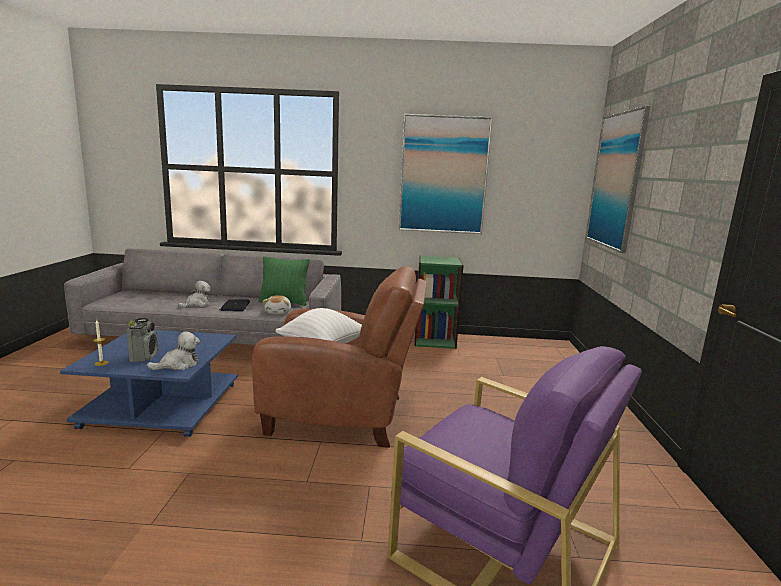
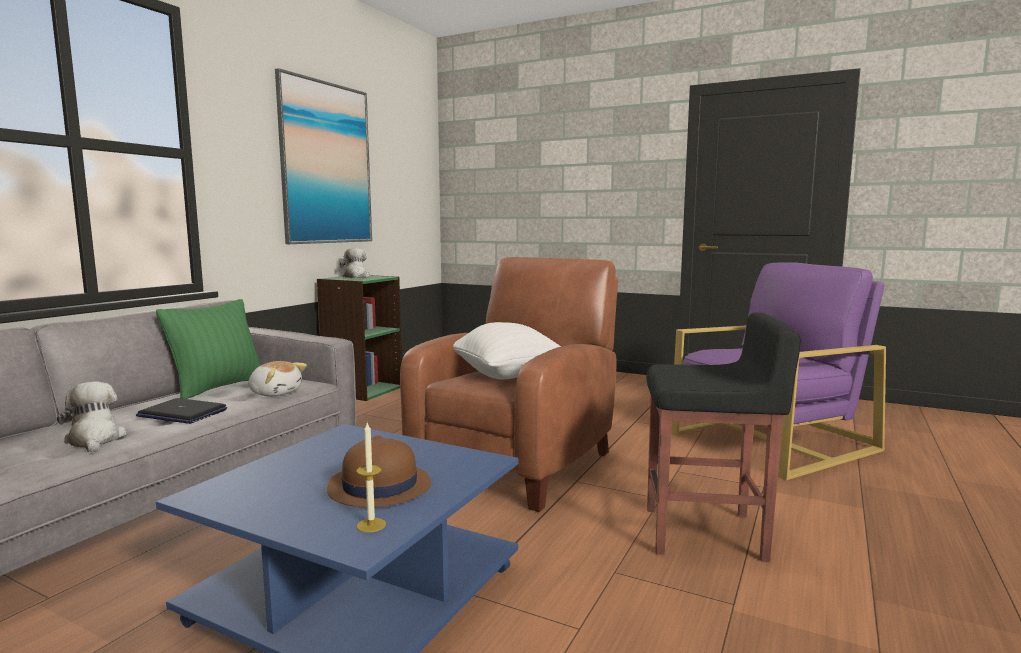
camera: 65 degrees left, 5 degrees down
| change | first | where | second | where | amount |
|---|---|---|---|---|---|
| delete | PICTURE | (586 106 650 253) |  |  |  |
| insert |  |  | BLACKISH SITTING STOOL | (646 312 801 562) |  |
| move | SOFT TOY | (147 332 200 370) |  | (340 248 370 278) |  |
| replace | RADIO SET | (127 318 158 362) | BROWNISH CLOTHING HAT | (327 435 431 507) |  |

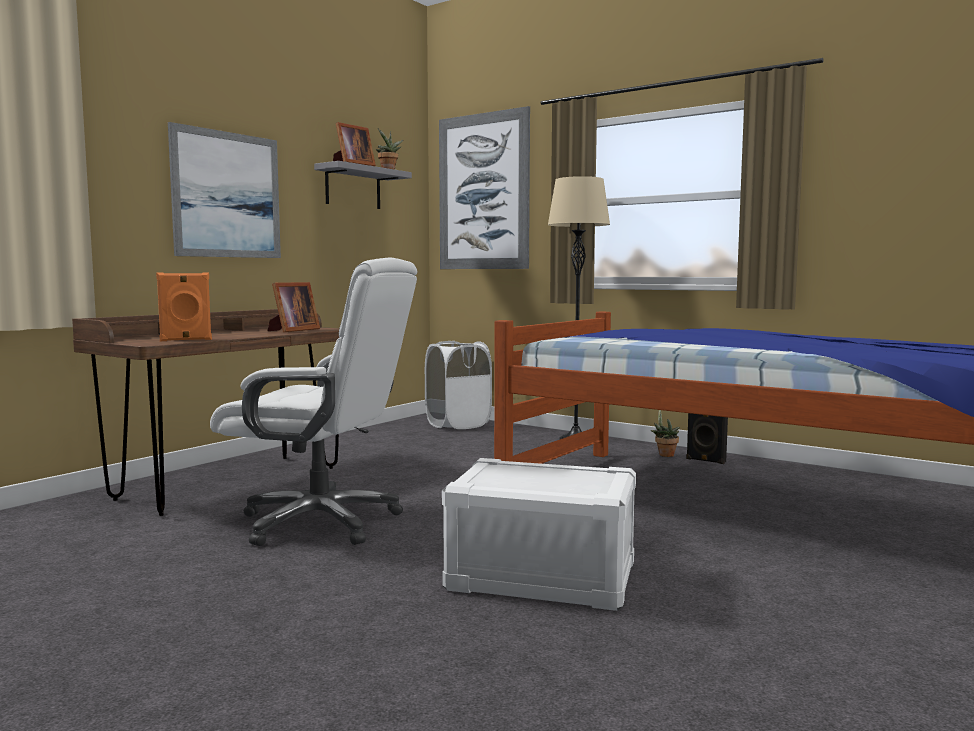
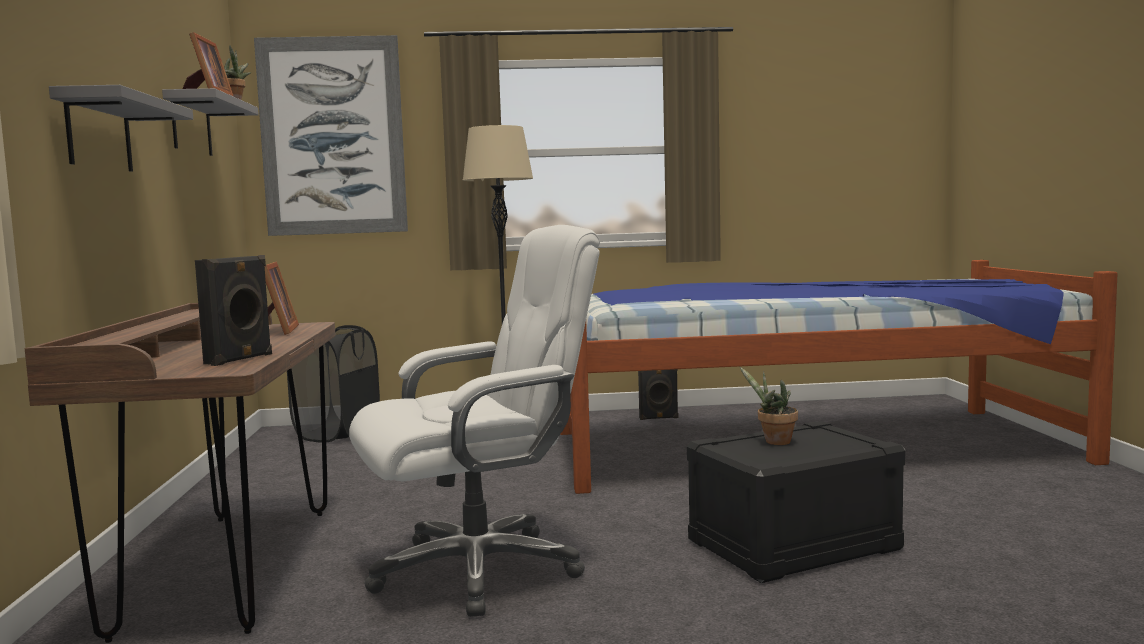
camera: 40 degrees left, 0 degrees up
| change | first | where | second | where | amount |
|---|---|---|---|---|---|
| move | PLANT IN A POT | (651 410 680 457) |  | (740 367 798 445) |  |
| replace | PICTURE | (168 122 281 258) | GRAY WALL SHELF | (49 85 193 172) |  |
| recolor | ORANGE LOUDSPEAKER | (156 273 212 341) | BLACKISH LOUDSPEAKER | (195 255 272 366) |  |
| recolor | WHITE HAMPER | (425 341 492 429) | BLACKISH HAMPER | (287 325 380 442) |  |
| recolor | WHITE STORAGE CONTAINER | (442 458 636 611) | BLACKISH STORAGE CONTAINER | (687 421 905 583) |  |

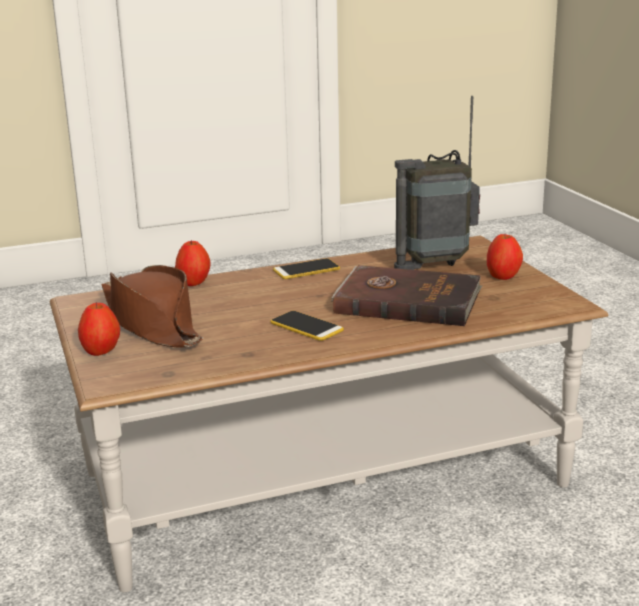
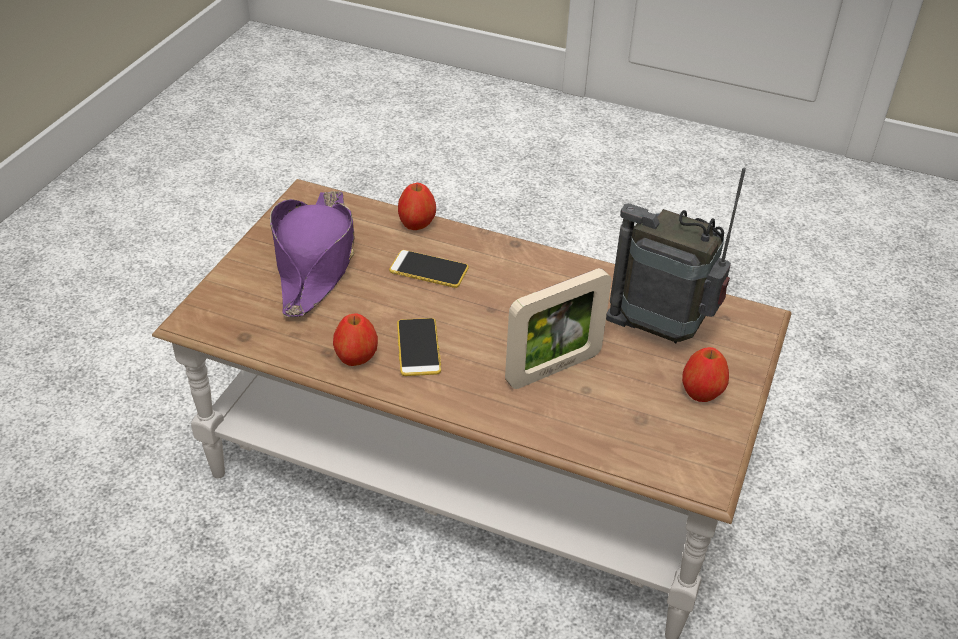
camera: 40 degrees right, 20 degrees up
| change | first | where | second | where | amount |
|---|---|---|---|---|---|
| move | APPLE FRUIT | (78 302 120 356) |  | (333 313 378 366) |  |
| move | HANDSET | (273 258 340 279) |  | (389 250 469 288) |  |
| replace | BROWNISH BOOK | (331 265 482 326) | PHOTO FRAME | (505 268 611 389) |  |
| recolor | BROWNISH CLOTHING HAT | (101 265 203 348) | PURPLE-COLOURED CLOTHING HAT | (270 190 354 317) |  |

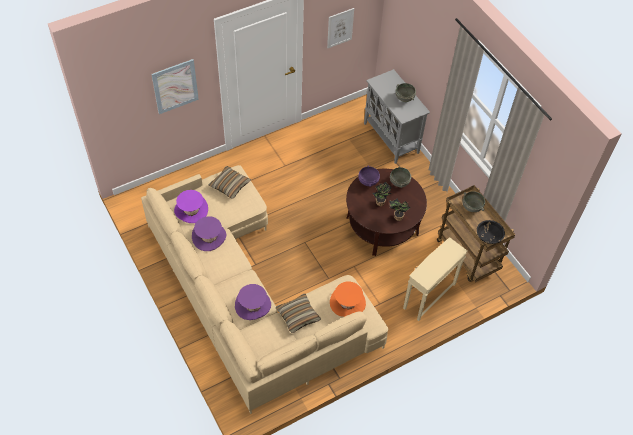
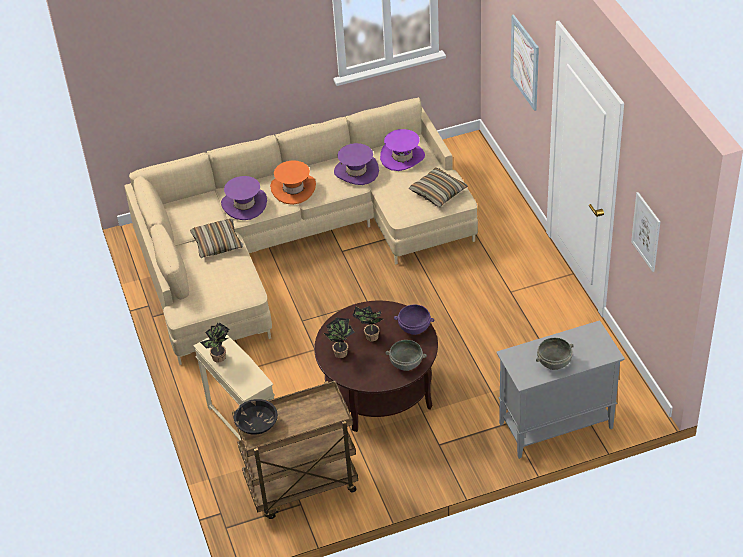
camera: 105 degrees right, 10 degrees down
| change | first | where | second | where | amount |
|---|---|---|---|---|---|
| delete | GRAY BOWL | (462 191 485 212) |  |  |  |
| insert |  |  | PLANT IN A POT | (200 322 230 362) |  |
| move | ORANGE CLOTHING HAT | (330 282 366 317) |  | (270 160 316 205) |  |

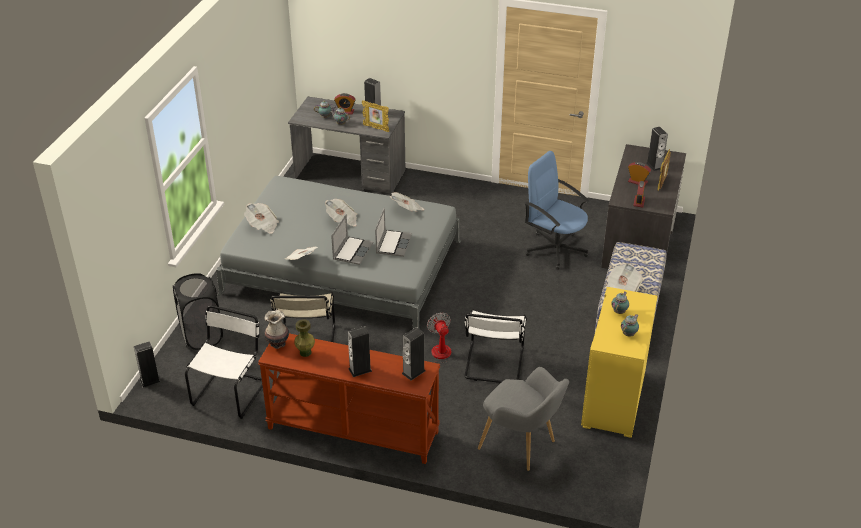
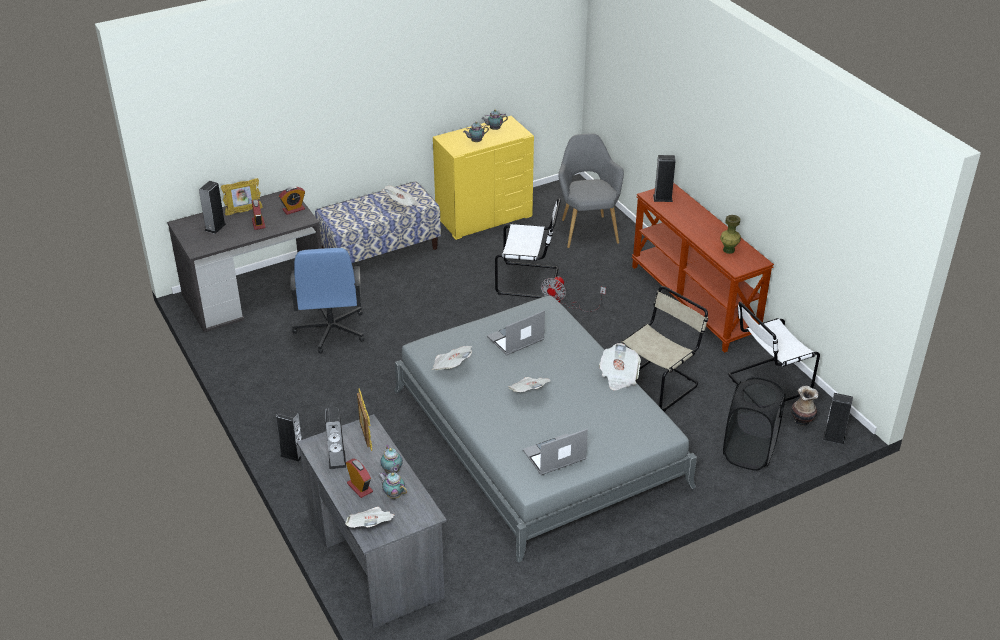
camera: 135 degrees left, 0 degrees up
| change | first | where | second | where | amount |
|---|---|---|---|---|---|
| move | NEWSPAPER | (244 203 279 234) |  | (345 507 394 528) |  |
| move | DECORATIVE VASE | (264 310 289 349) |  | (791 386 819 426) |  |
| move | PORTABLE COMPUTER | (331 214 373 265) |  | (523 429 588 475) |  |
| move | LOUDSPEAKER | (348 326 372 377) |  | (276 409 302 461) |  |
| rotate | WHITE CHAIR | (464 309 527 383) |  | (495 198 561 298) | 45 degrees clockwise |

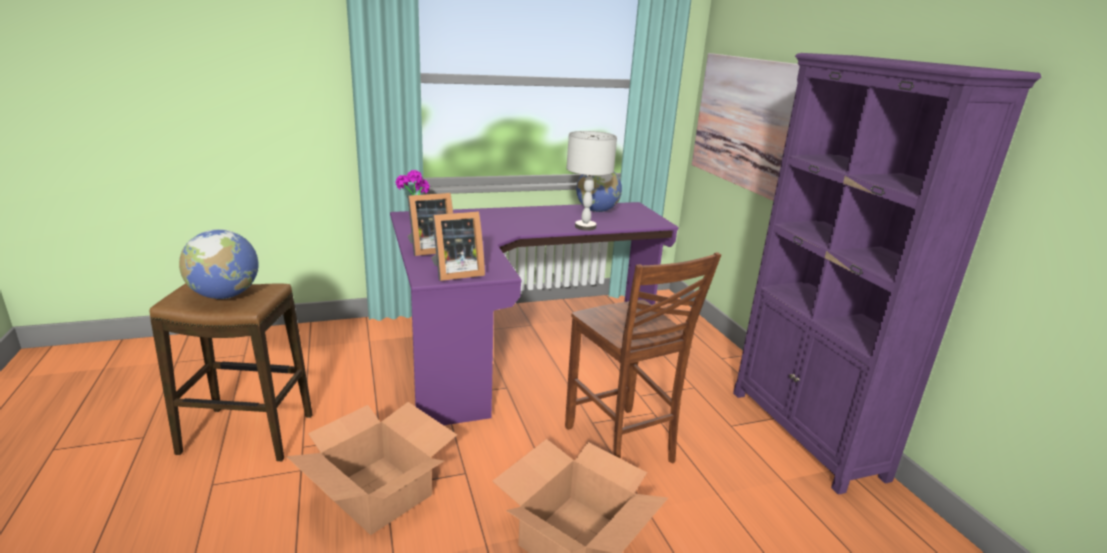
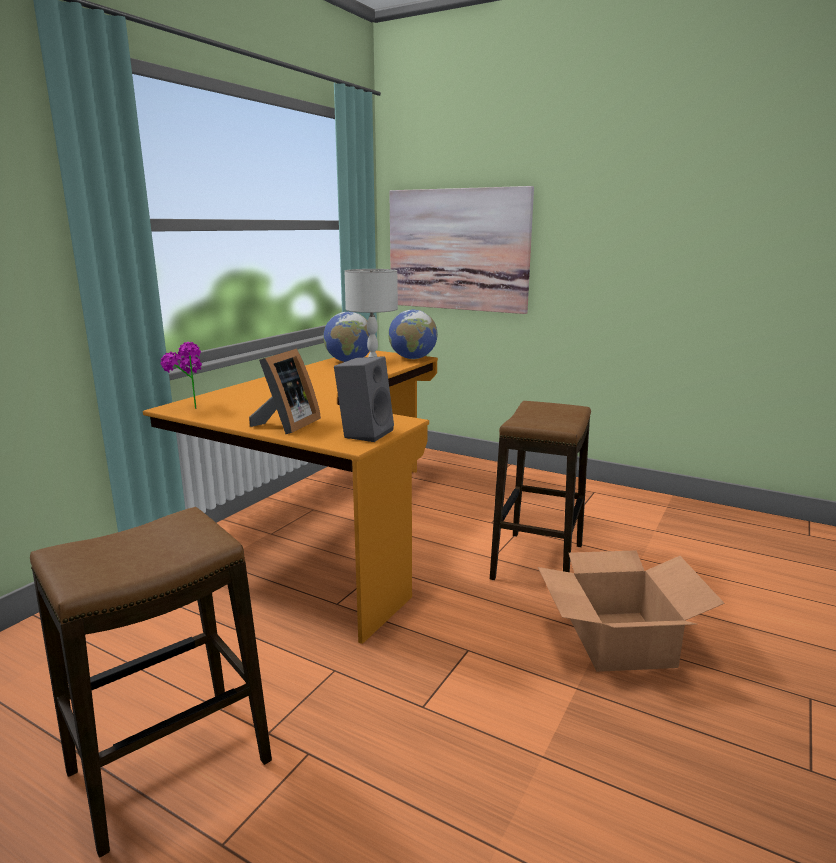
camera: 40 degrees left, 5 degrees down
| change | first | where | second | where | amount |
|---|---|---|---|---|---|
| delete | CARDBOARD BOX | (286 402 457 535) |  |  |  |
| delete | PURPLE-COLOURED SHELVING UNIT | (733 53 1041 495) |  |  |  |
| move | DESK GLOBE | (179 229 258 299) |  | (388 310 438 359) |  |
| replace | PHOTO FRAME | (431 212 485 281) | GRAY LOUDSPEAKER | (334 356 394 442) |  |
| replace | BROWNISH CHAIR | (565 252 721 464) | SITTING STOOL | (490 401 591 580) |  |
| recolor | PURPLE-COLOURED DESK UNIT | (390 202 679 425) | ORANGE DESK UNIT | (143 351 438 644) |  |

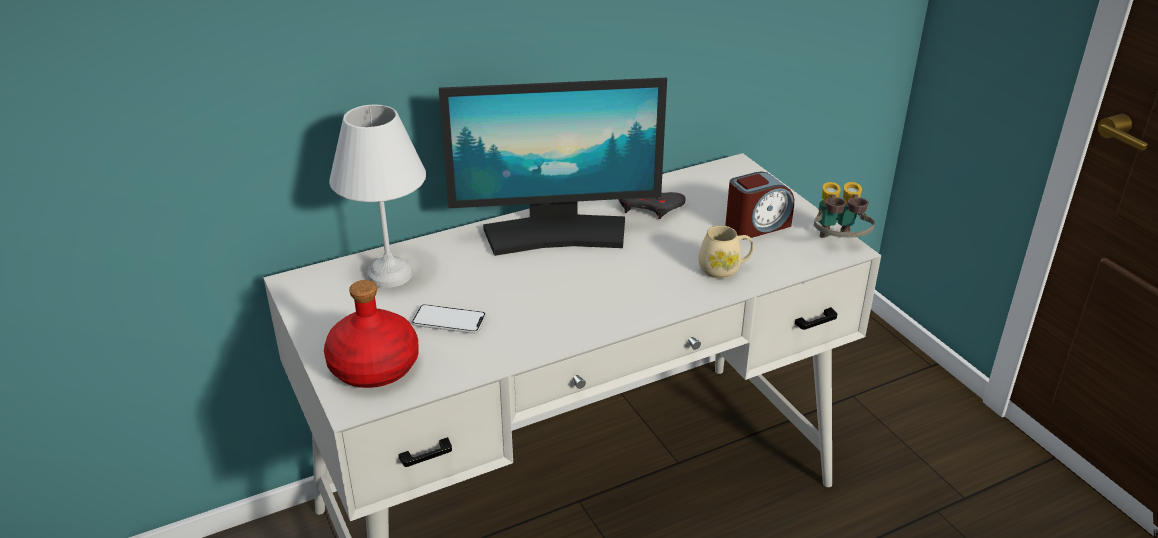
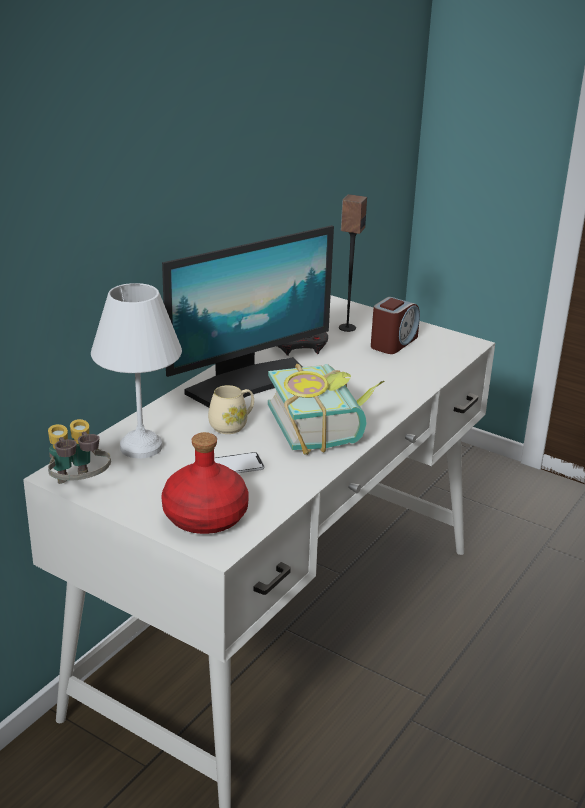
camera: 30 degrees left, 5 degrees down
| change | first | where | second | where | amount |
|---|---|---|---|---|---|
| insert |  |  | BOOK | (268 364 385 455) |  |
| insert |  |  | LOUDSPEAKER | (339 194 367 332) |  |
| move | BEIGE MUG | (699 225 753 279) |  | (208 385 254 434) |  |
| move | BINOCULARS | (814 182 875 238) |  | (48 419 111 484) |  |

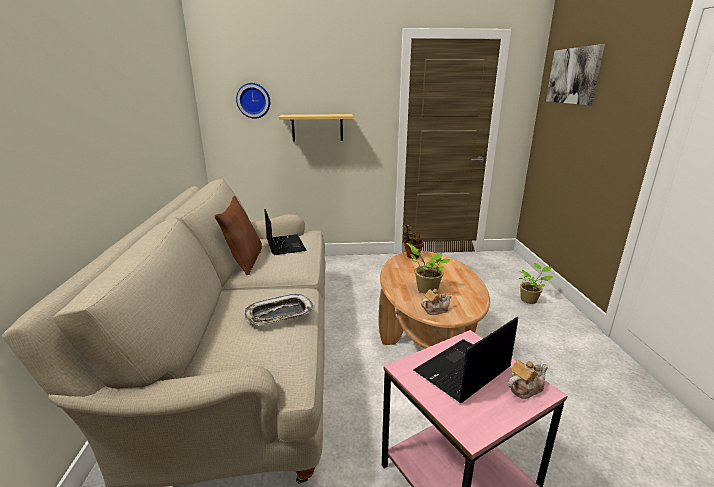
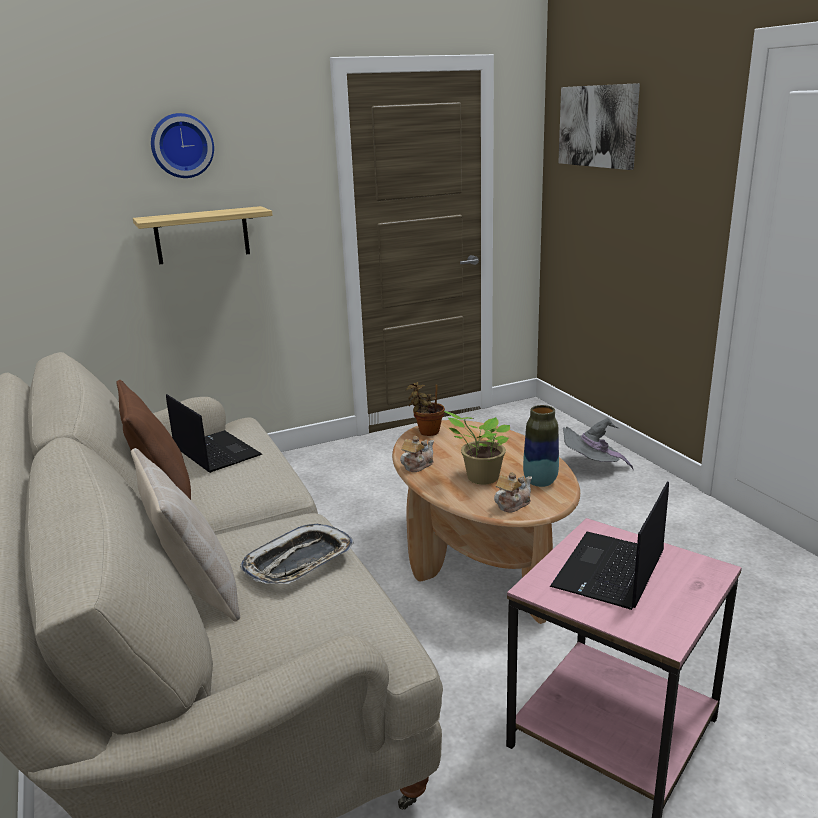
camera: 20 degrees left, 0 degrees up
| change | first | where | second | where | amount |
|---|---|---|---|---|---|
| insert |  |  | BEIGE CUSHION | (131 448 240 622) |  |
| insert |  |  | DECORATIVE VASE | (523 405 559 487) |  |
| move | HANGING CLOCK | (236 83 270 119) |  | (151 113 214 178) |  |
| move | POT FOR TEA | (508 360 548 399) |  | (400 436 434 472) |  |
| replace | PLANT IN A POT | (518 263 553 304) | GRAY CLOTHING HAT | (563 418 634 470) |  |

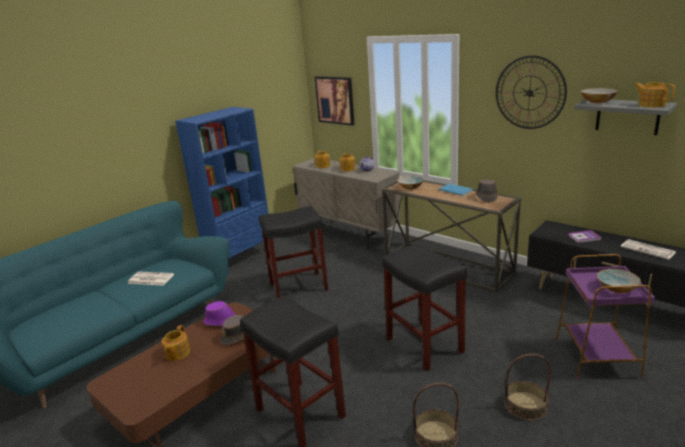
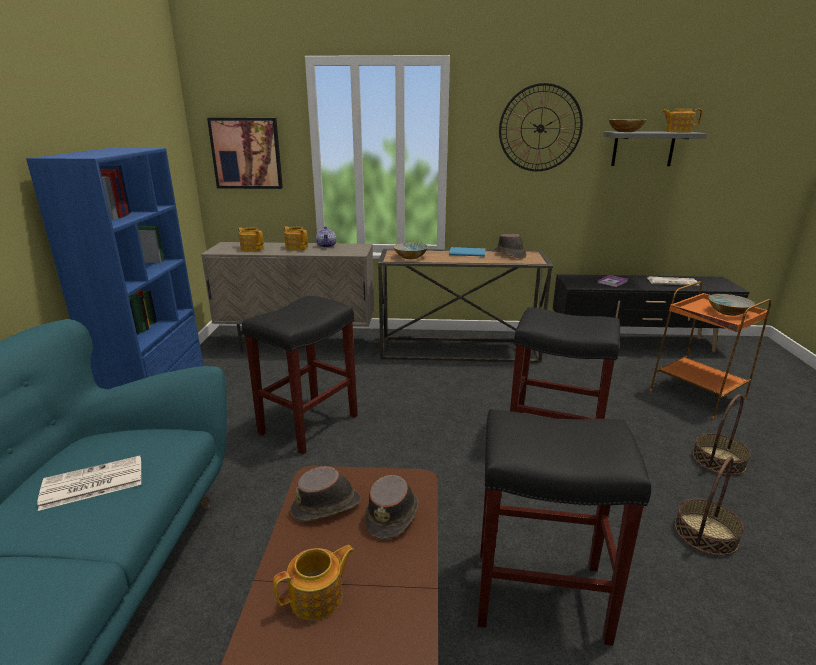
camera: 40 degrees left, 0 degrees up
| change | first | where | second | where | amount |
|---|---|---|---|---|---|
| recolor | PURPLE-COLOURED CLOTHING HAT | (203 301 236 326) | BROWNISH CLOTHING HAT | (290 466 361 522) |  |
| recolor | PURPLE-COLOURED END TABLE | (556 254 655 380) | ORANGE END TABLE | (650 281 771 419) |  |
| rotate | POT FOR TEA | (162 325 190 361) |  | (273 545 354 620) | 90 degrees counterclockwise |

